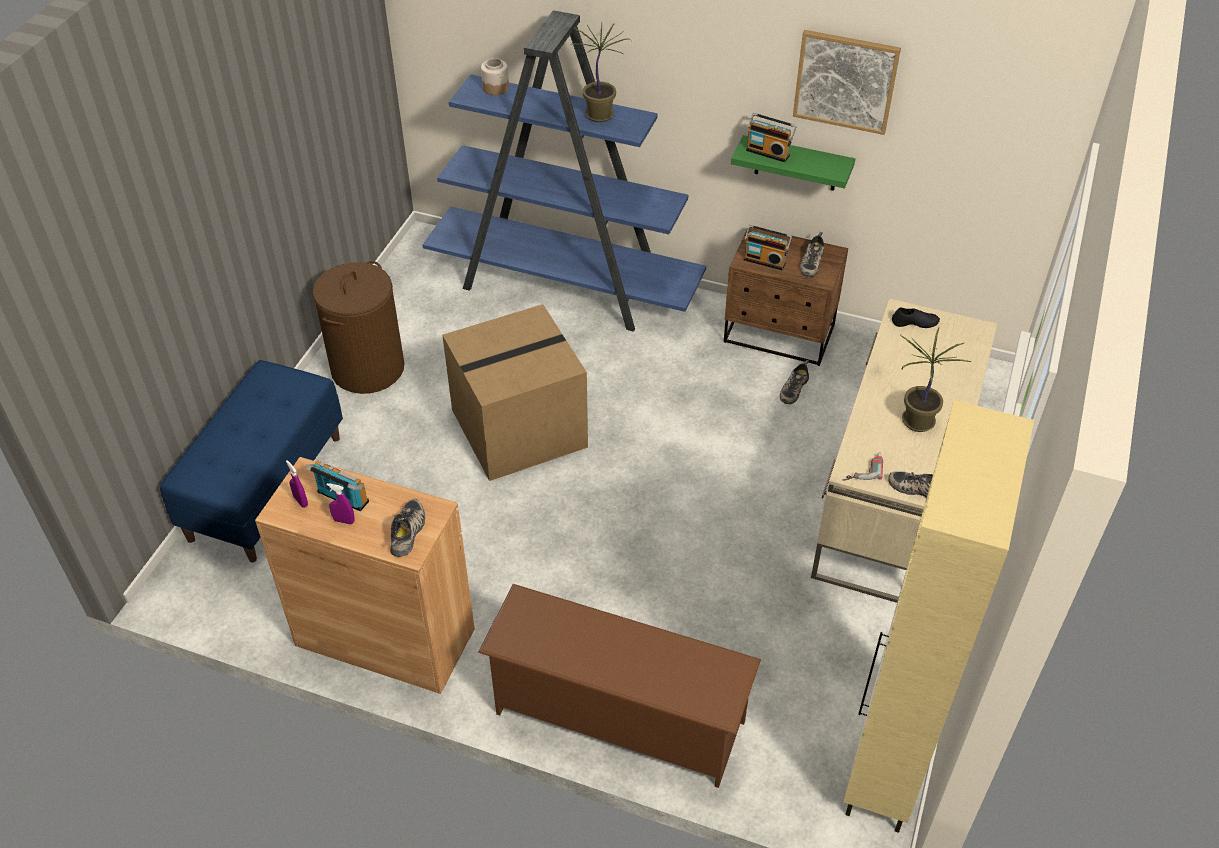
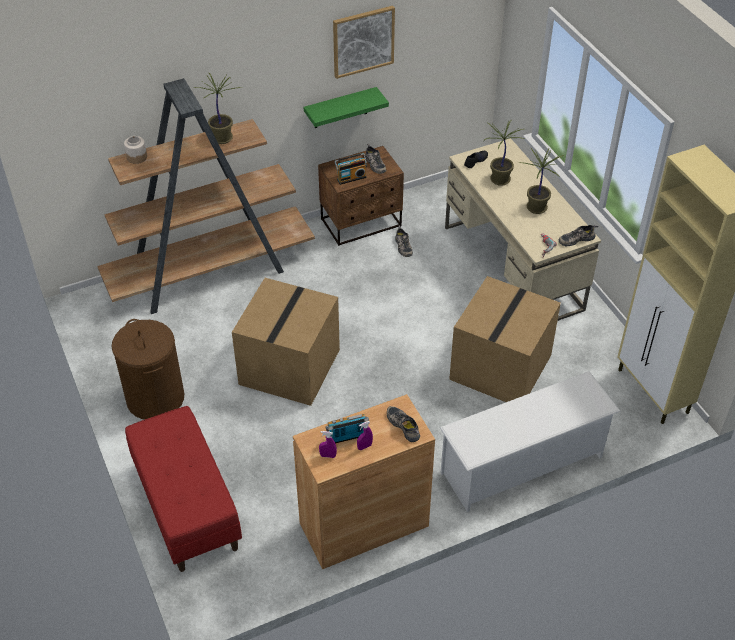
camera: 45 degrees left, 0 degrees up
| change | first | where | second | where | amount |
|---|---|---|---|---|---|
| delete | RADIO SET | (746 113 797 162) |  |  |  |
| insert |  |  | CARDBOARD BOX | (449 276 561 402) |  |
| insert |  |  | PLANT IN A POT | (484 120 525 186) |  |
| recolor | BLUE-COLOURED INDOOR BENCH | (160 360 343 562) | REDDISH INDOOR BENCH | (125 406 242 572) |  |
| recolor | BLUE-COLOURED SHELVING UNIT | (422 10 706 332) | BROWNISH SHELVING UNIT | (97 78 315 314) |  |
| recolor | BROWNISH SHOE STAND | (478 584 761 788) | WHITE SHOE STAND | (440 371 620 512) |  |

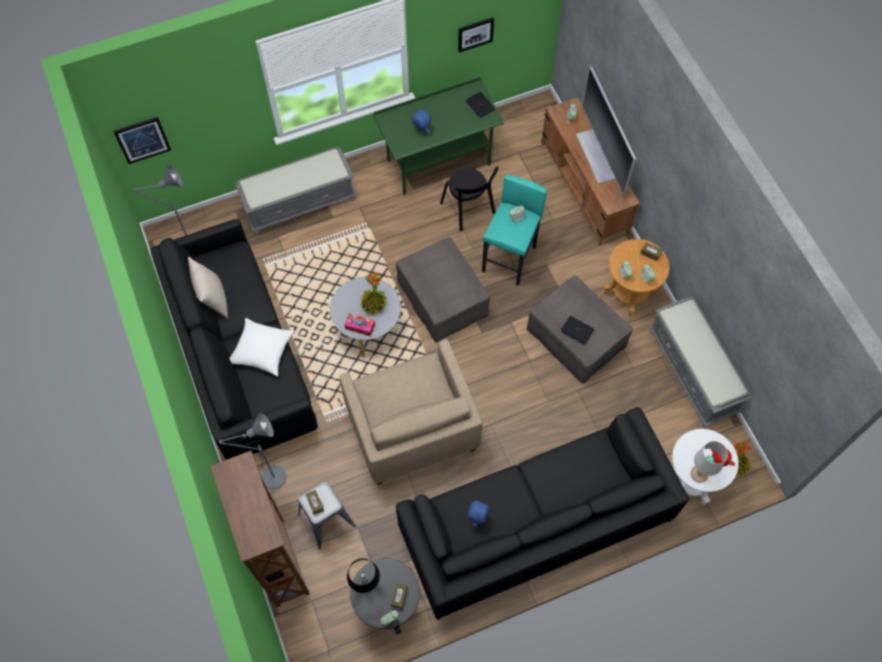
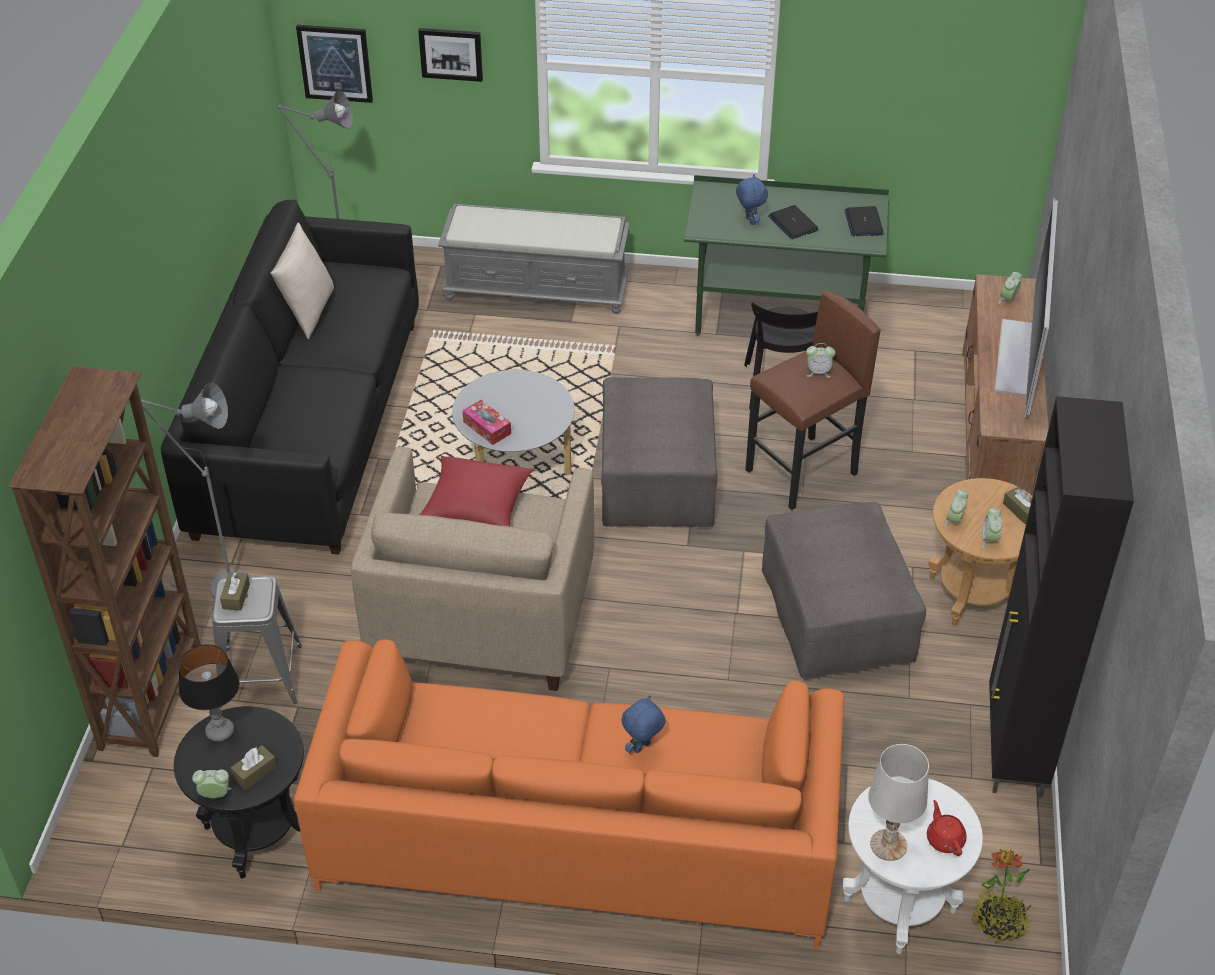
camera: 30 degrees right, 20 degrees down
| change | first | where | second | where | amount |
|---|---|---|---|---|---|
| delete | WHITE CUSHION | (229 318 295 376) |  |  |  |
| delete | PLANT IN A POT | (360 272 387 315) |  |  |  |
| insert |  |  | REDDISH CUSHION | (419 456 533 526) |  |
| move | PICTURE | (458 18 494 53) |  | (418 28 483 82) |  |
| move | BLUE-COLOURED SOFT TOY | (468 500 489 528) |  | (621 696 665 753) |  |
| move | PORTABLE COMPUTER | (561 316 594 345) |  | (768 205 819 239) |  |
| replace | GRAY INDOOR BENCH | (649 296 751 427) | BLACKISH STORAGE CABINET | (989 396 1134 798) |  |
| recolor | BLACKISH COUCH | (396 407 689 620) | ORANGE COUCH | (294 639 844 949) |  |
| recolor | TURQUOISE-COLOURED SITTING STOOL | (482 175 547 286) | BROWNISH SITTING STOOL | (745 291 880 510) |  |

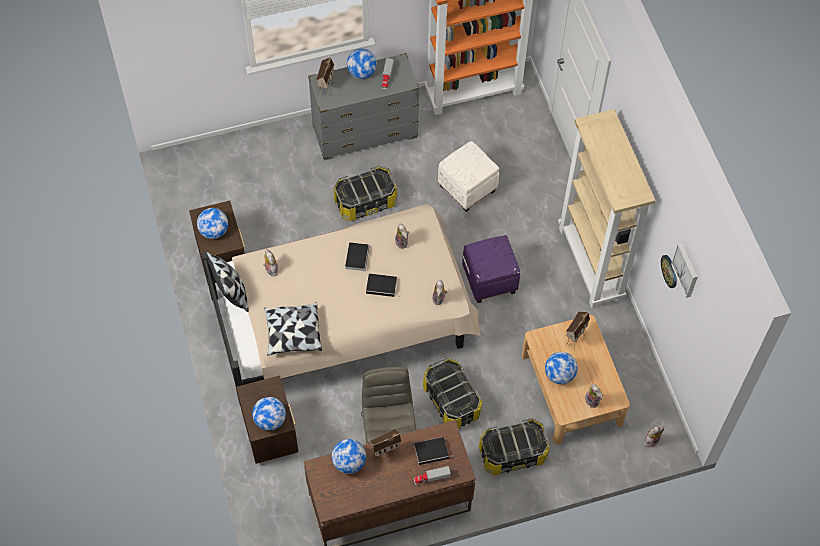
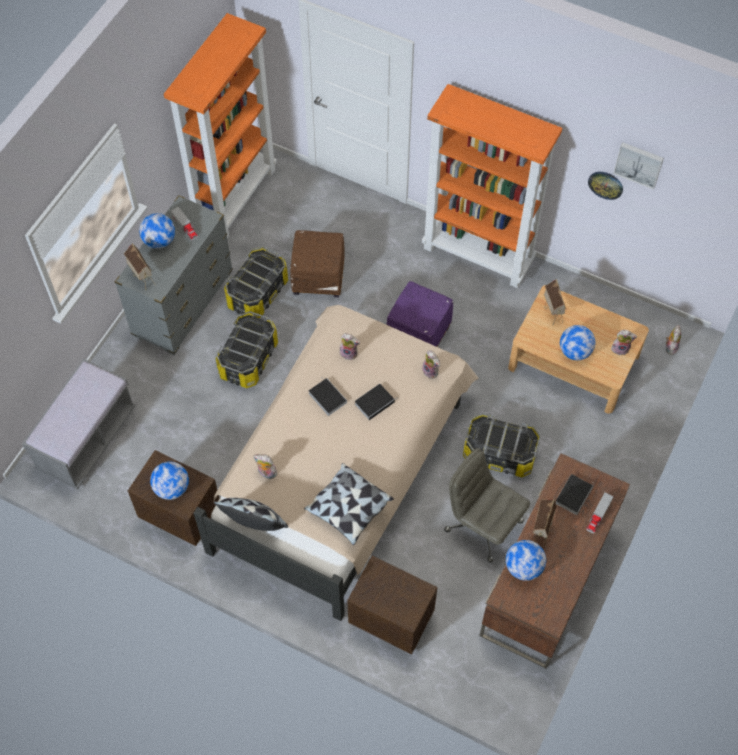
camera: 45 degrees left, 0 degrees up
| change | first | where | second | where | amount |
|---|---|---|---|---|---|
| delete | DESK GLOBE | (252 397 286 431) |  |  |  |
| insert |  |  | GRAY INDOOR BENCH | (22 359 136 490) |  |
| move | STORAGE CONTAINER | (479 418 550 475) |  | (224 246 288 318) |  |
| recolor | WHITE FOOTREST | (438 141 499 212) | BROWNISH FOOTREST | (290 230 345 298) |  |
| recolor | BEIGE SHELVING UNIT | (558 109 655 309) | ORANGE SHELVING UNIT | (422 84 562 288) |  |

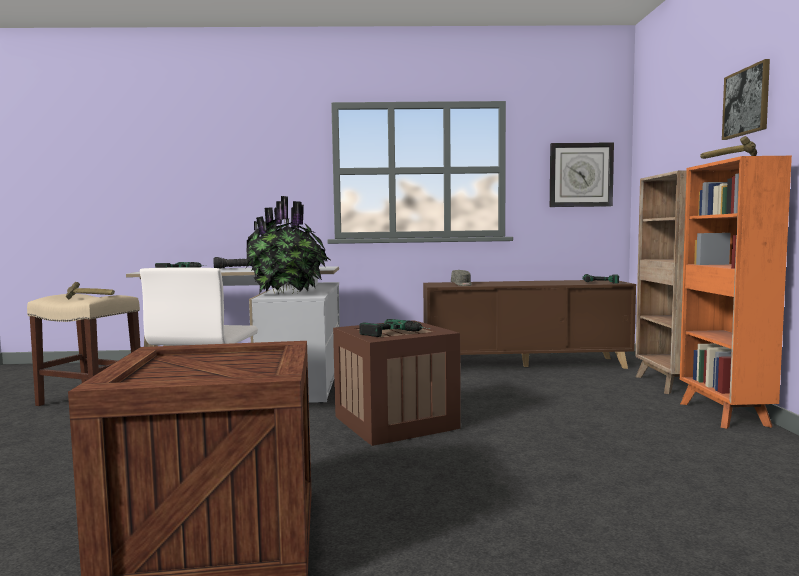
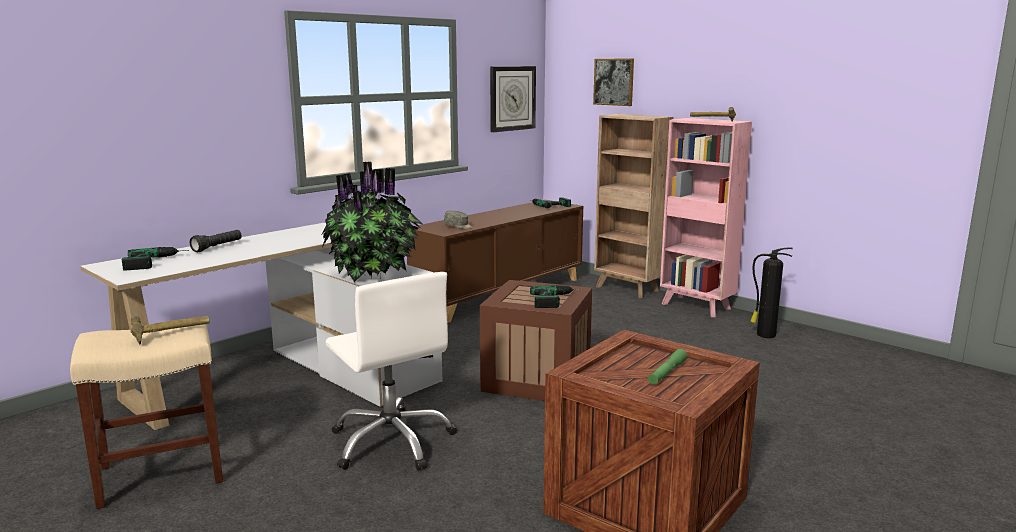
camera: 45 degrees left, 10 degrees up
| change | first | where | second | where | amount |
|---|---|---|---|---|---|
| insert |  |  | GREENISH FLASHLIGHT | (648 349 687 385) |  |
| insert |  |  | FIRE EXTINGUISHER | (750 247 793 338) |  |
| move | PICTURE | (722 59 770 140) |  | (593 59 634 106) |  |
| recolor | ORANGE SHELVING UNIT | (680 156 792 429) | PINK SHELVING UNIT | (660 118 752 317) |  |

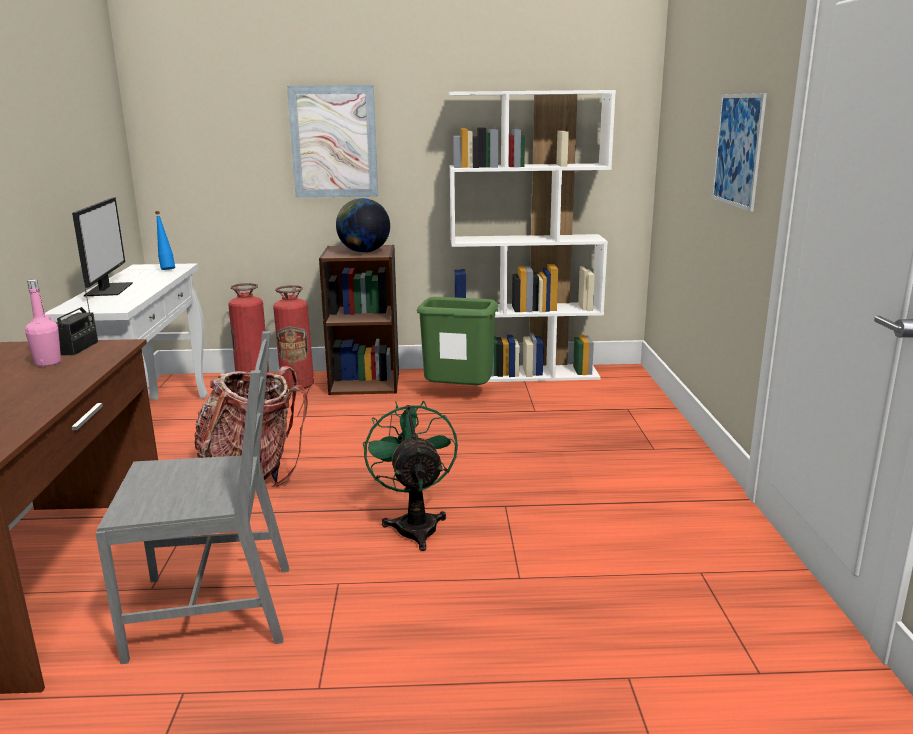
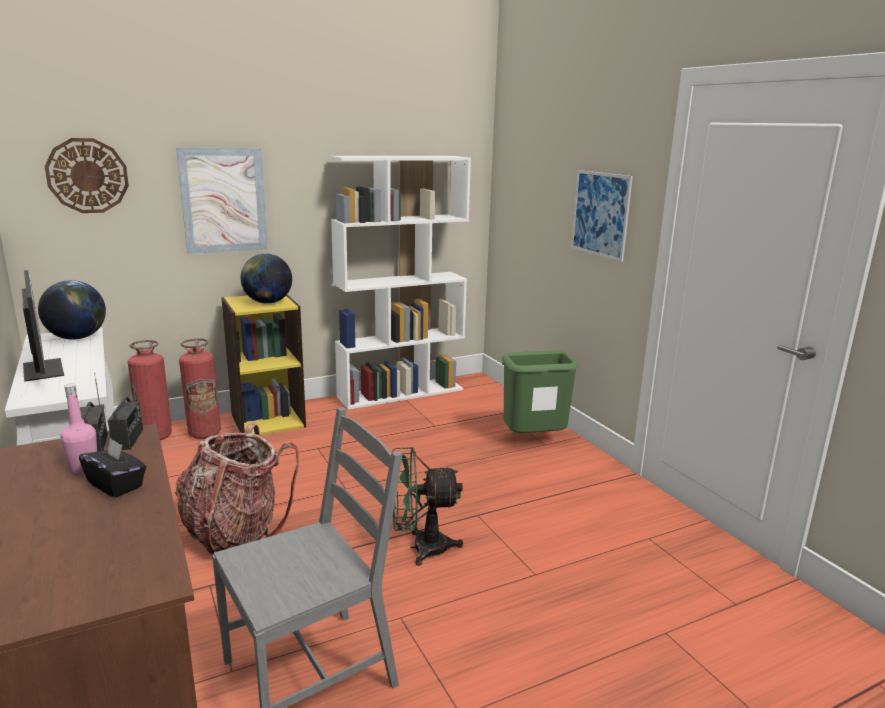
camera: 25 degrees left, 0 degrees up
| change | first | where | second | where | amount |
|---|---|---|---|---|---|
| insert |  |  | HANGING CLOCK | (45 138 129 213) |  |
| insert |  |  | BLACKISH TISSUE BOX | (79 438 146 498) |  |
| insert |  |  | RADIO SET | (108 369 143 450) |  |
| move | GREENISH TRASH CAN | (417 297 498 385) |  | (502 350 579 433) |  |
| replace | BLUE-COLOURED BOTTLE | (155 211 175 270) | DESK GLOBE | (38 280 106 340) |  |
| recolor | BROWNISH SHELVING UNIT | (319 245 399 395) | YELLOW-COLOURED SHELVING UNIT | (221 295 306 435) |  |
| rotate | GREENISH FAN | (363 401 458 551) |  | (392 447 463 566) | 60 degrees counterclockwise |

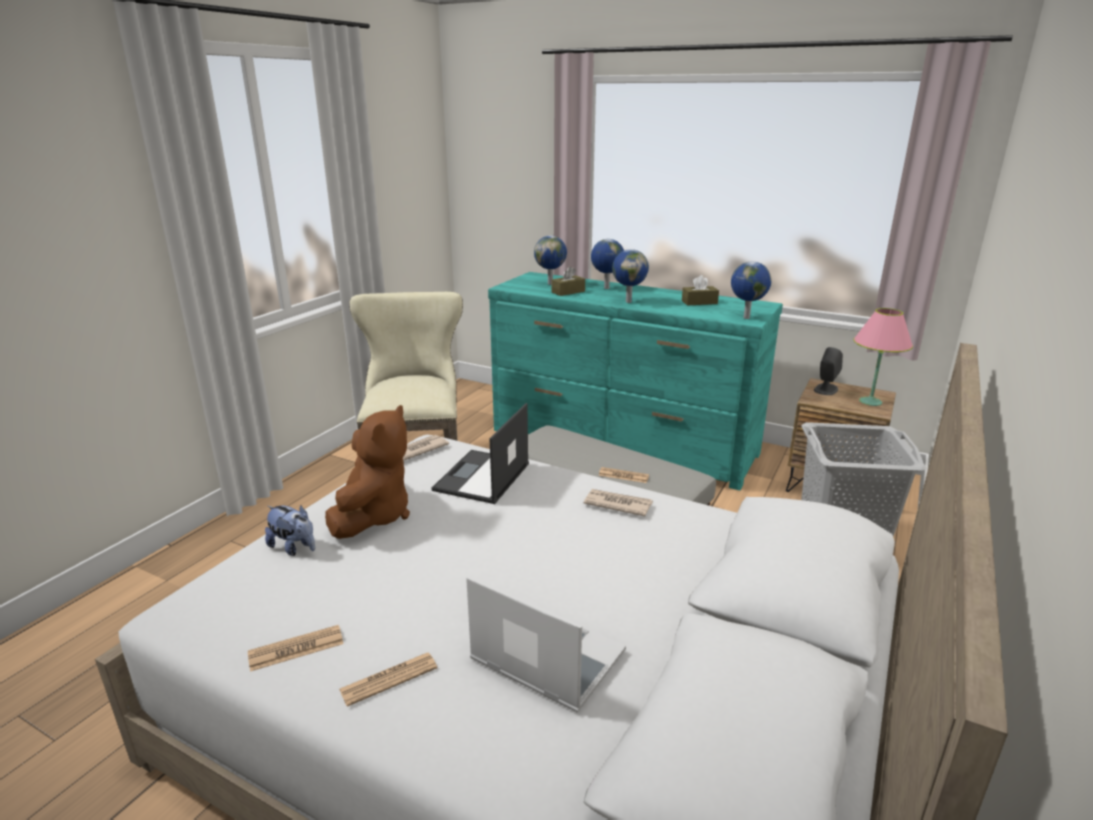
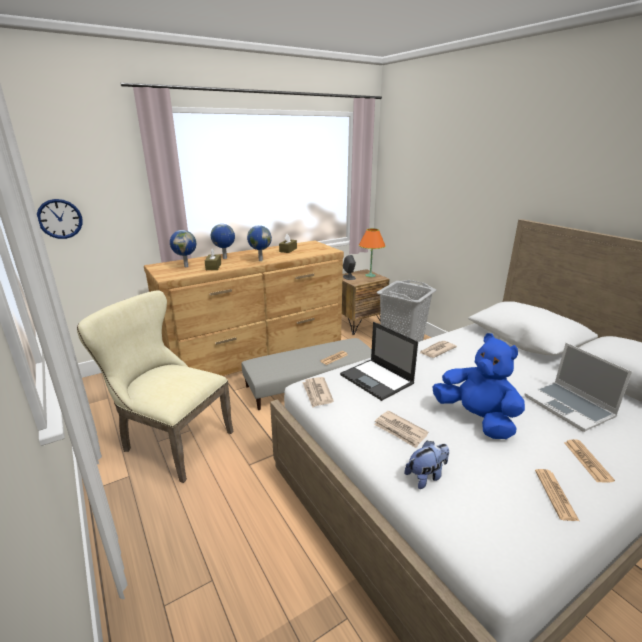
camera: 60 degrees left, 0 degrees up
| change | first | where | second | where | amount |
|---|---|---|---|---|---|
| delete | DESK GLOBE | (731 262 772 319) |  |  |  |
| insert |  |  | HANGING CLOCK | (37 199 83 239) |  |
| insert |  |  | BLUE-COLOURED SOFT TOY | (432 333 525 439) |  |
| replace | BROWNISH SOFT TOY | (325 405 410 539) | NEWSPAPER | (374 411 428 448) |  |
| recolor | TURQUOISE-COLOURED CHEST OF DRAWERS | (488 272 783 490) | BROWNISH CHEST OF DRAWERS | (144 240 344 376) |  |
| recolor | PINK TABLETOP LAMP | (854 308 913 406) | ORANGE TABLETOP LAMP | (359 228 386 277) |  |
| rotate | PORTABLE COMPUTER | (466 576 626 713) |  | (525 343 632 432) | 90 degrees counterclockwise |

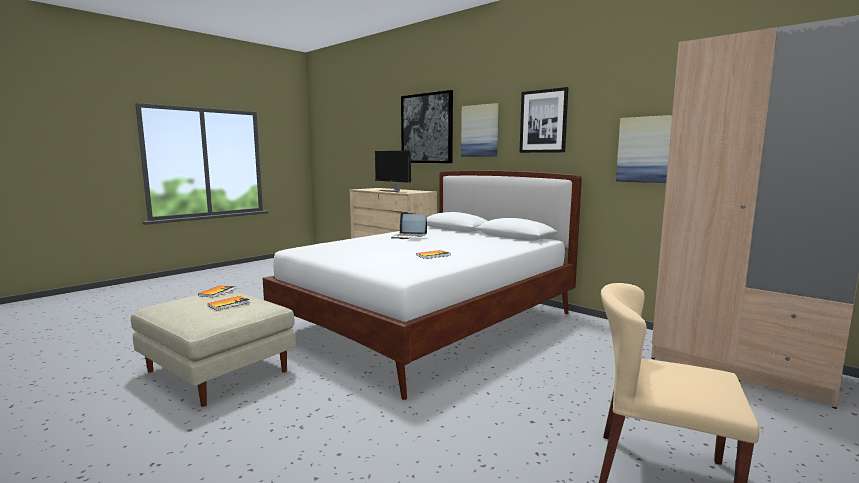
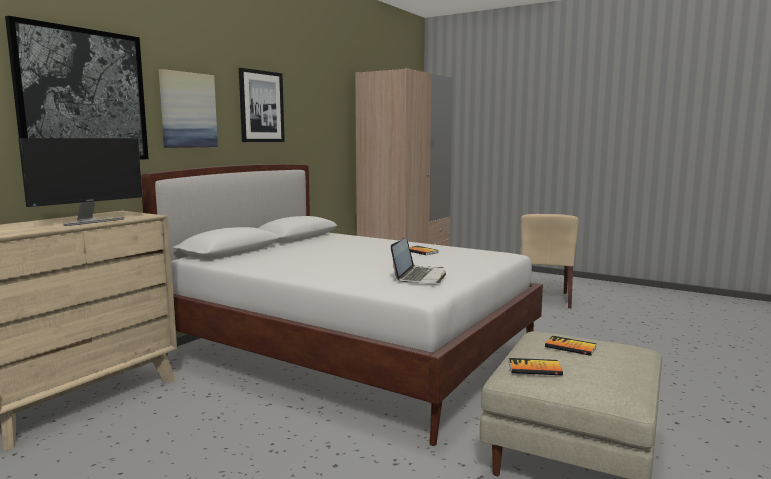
camera: 100 degrees left, 0 degrees up
| change | first | where | second | where | amount |
|---|---|---|---|---|---|
| delete | PICTURE | (616 115 672 183) |  |  |  |
| move | PORTABLE COMPUTER | (391 213 427 239) |  | (391 238 446 283) |  |

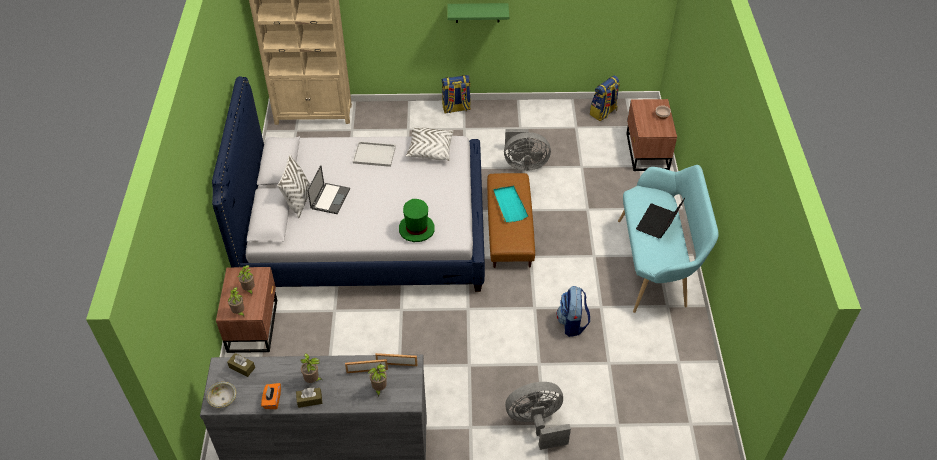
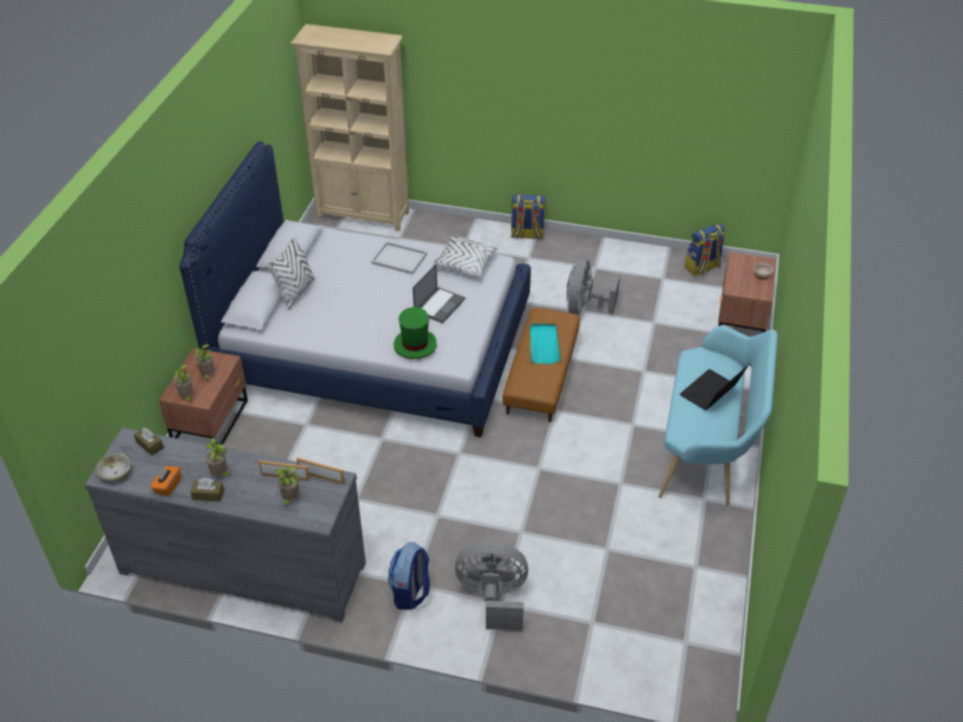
camera: 15 degrees right, 5 degrees down
| change | first | where | second | where | amount |
|---|---|---|---|---|---|
| delete | GREENISH WALL SHELF | (447 3 509 23) |  |  |  |
| move | PORTABLE COMPUTER | (307 165 350 214) |  | (413 264 465 323) |  |
| move | BACKPACK | (556 286 590 337) |  | (388 542 430 610) |  |
| rotate | GRAY FAN | (504 129 551 171) |  | (566 258 620 315) | 90 degrees clockwise |

